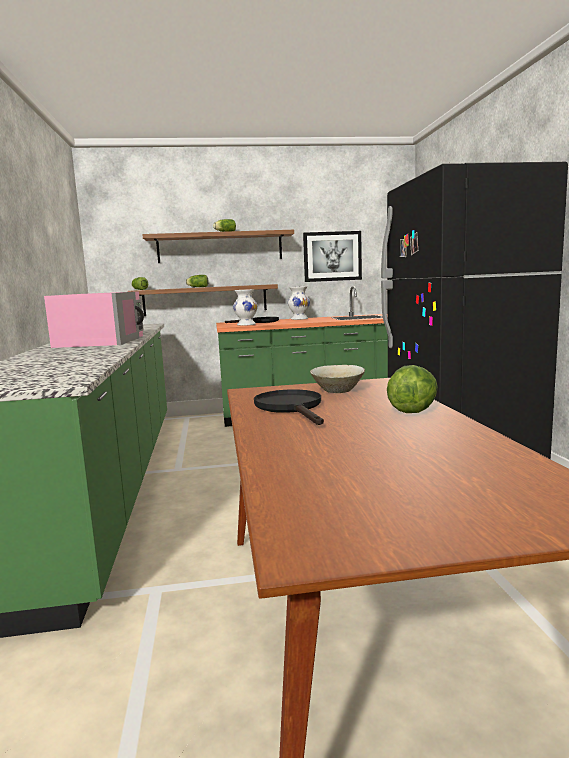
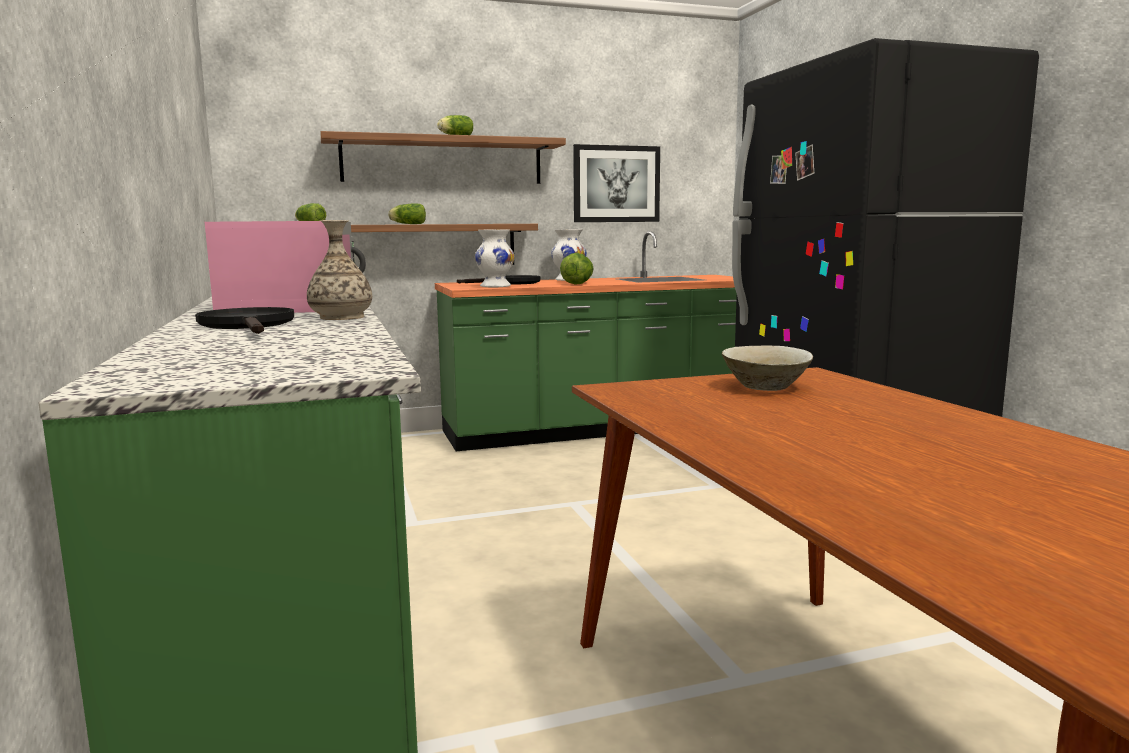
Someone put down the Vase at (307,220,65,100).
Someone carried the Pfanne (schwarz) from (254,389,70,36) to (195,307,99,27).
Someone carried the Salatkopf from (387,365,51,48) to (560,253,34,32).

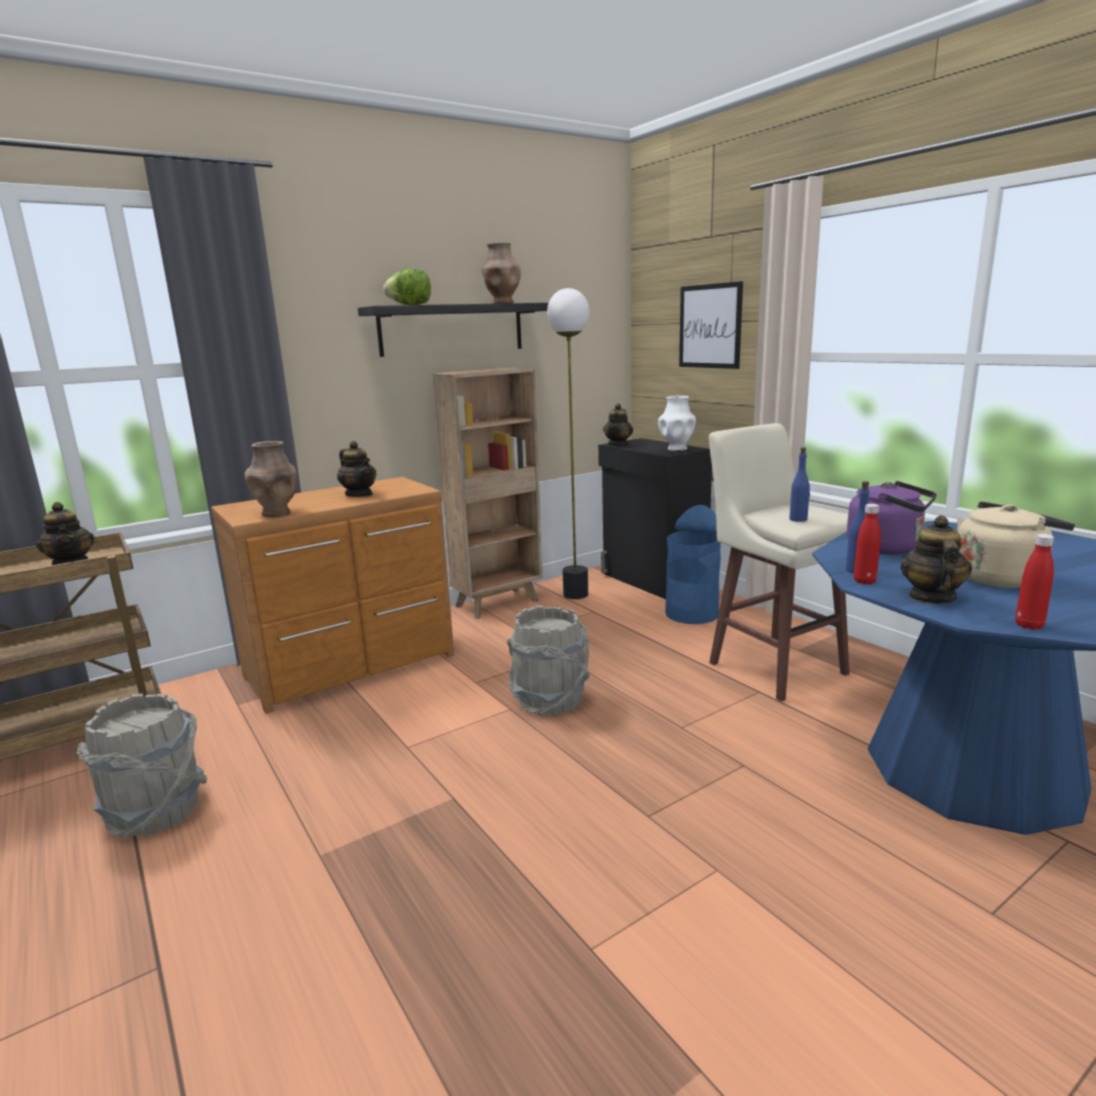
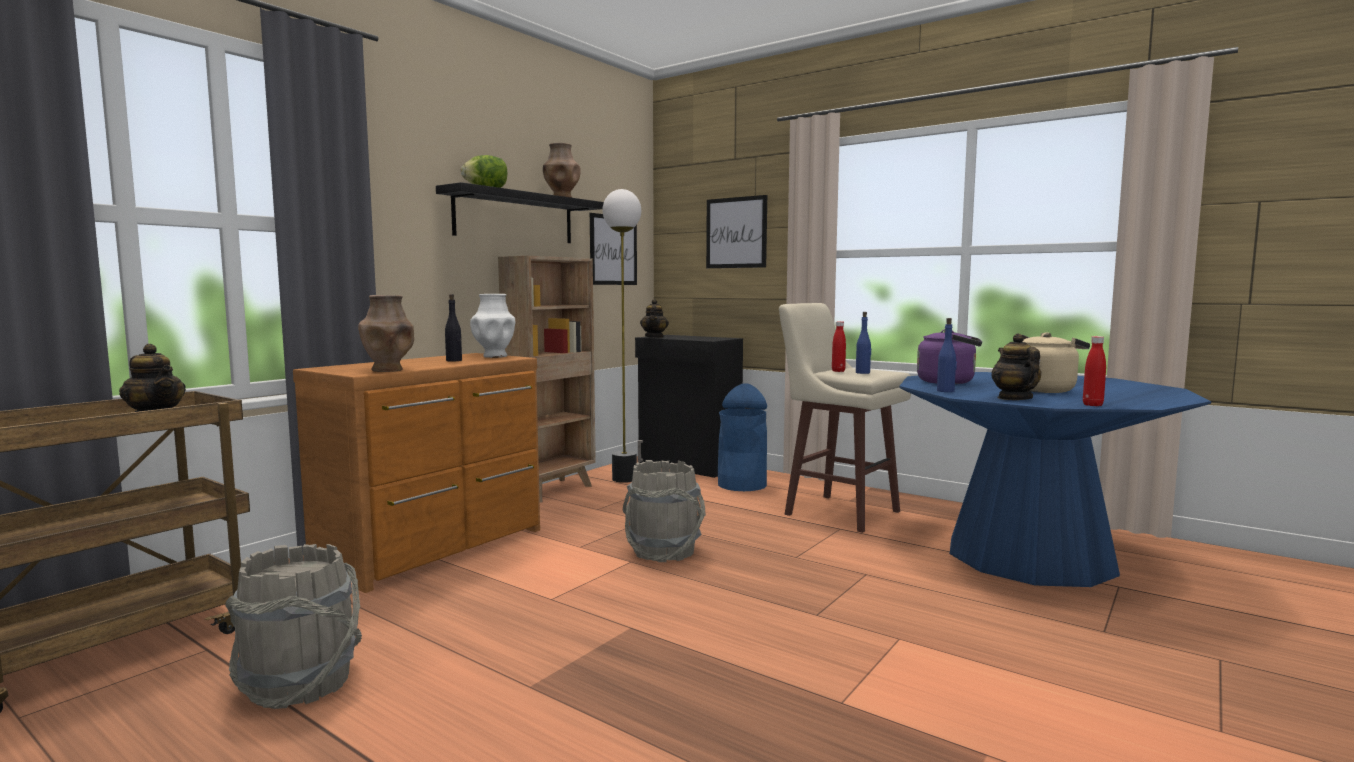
Someone put up the Bild at (590,213,47,72).
Someone carried the Vase (weiß) from (658,396,38,55) to (470,294,45,64).
Someone carried the Flasche (rot) from (854,504,27,81) to (832,321,14,51).
Someone swapped the Teekanne at (337,441,39,56) for the Flasche (schwarz) at (445,294,17,67).

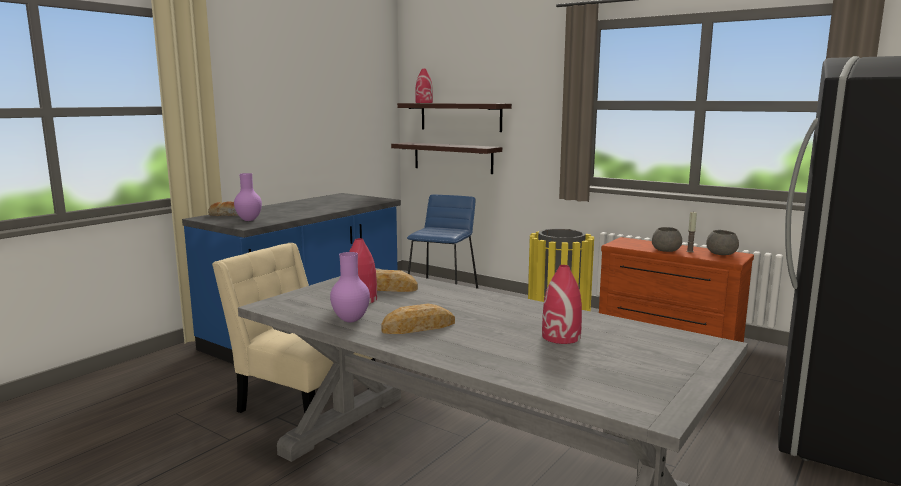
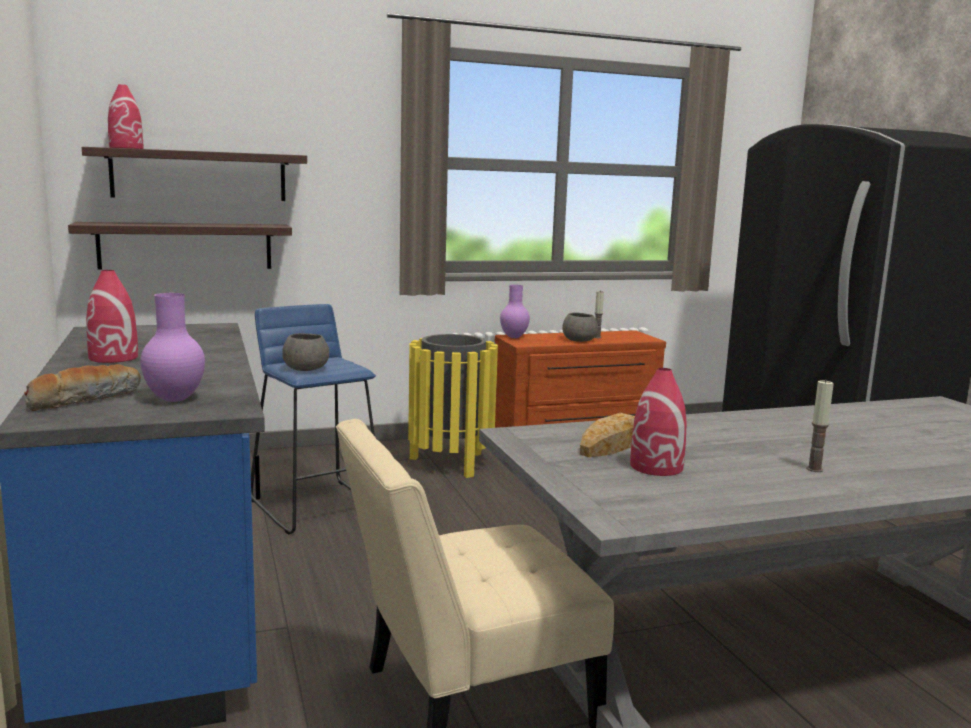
Someone carried the Vase (lila) from (330,252,40,70) to (500,285,30,53).
Someone carried the Vase (rot) from (542,265,40,79) to (86,270,52,93).
Someone carried the Schüssel (grau) from (706,230,33,25) to (282,333,47,38).
Someone swapped the Brot at (381,304,74,30) for the Kerze at (806,379,28,93).

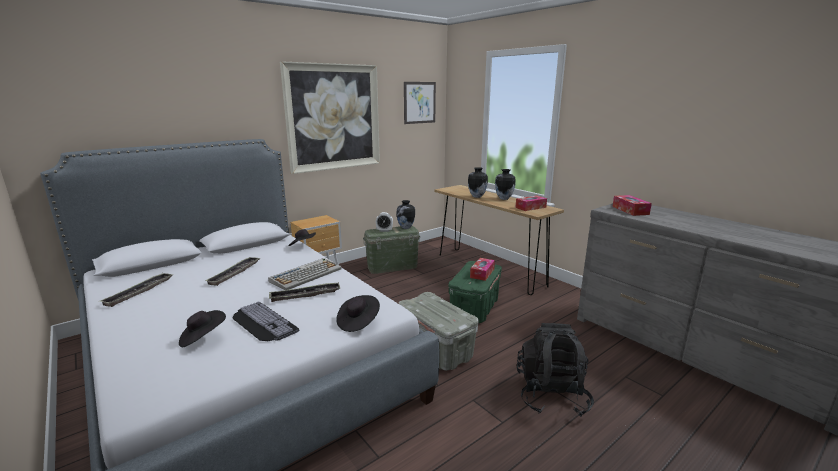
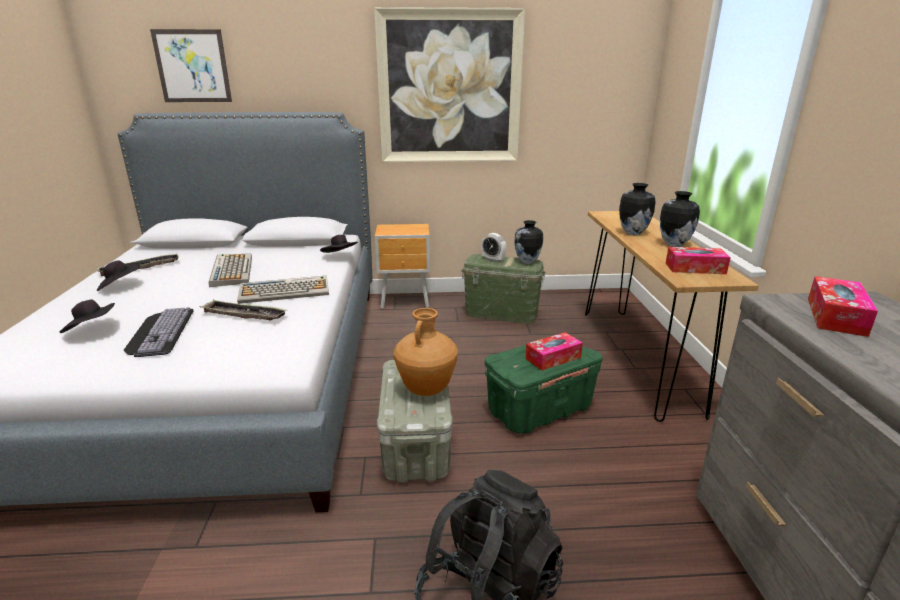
Someone put down the Vase (braun) at (394,308,64,88).
Someone carried the Hut (schwarz) from (336,295,44,37) to (97,260,43,31).
Someone carried the Bild from (404,82,32,42) to (150,29,82,73).
Someone swapped the Tablett at (205,257,55,29) for the Tastatur at (209,254,43,33).

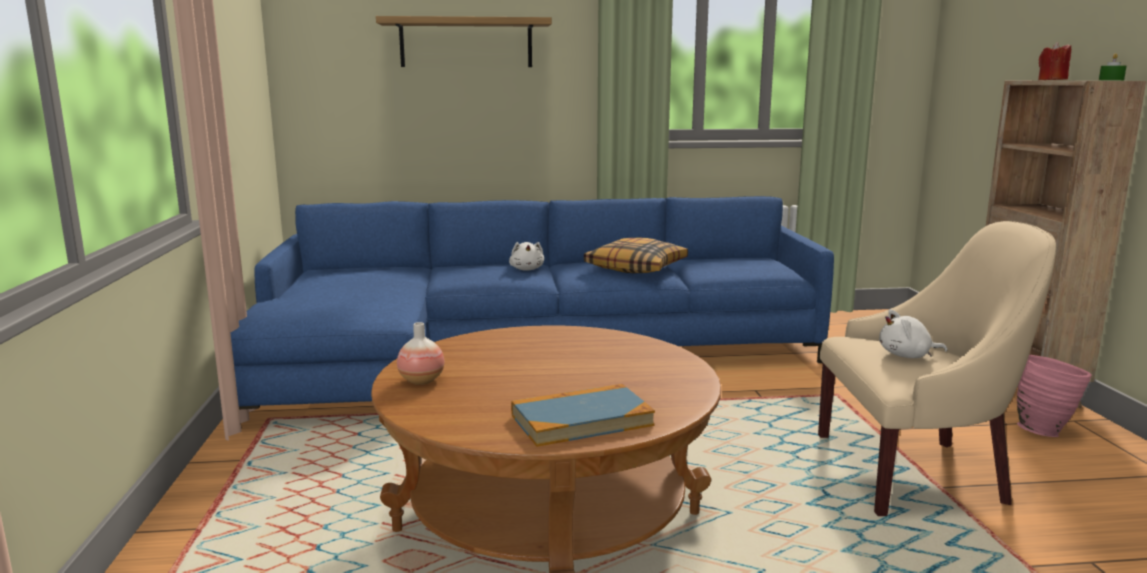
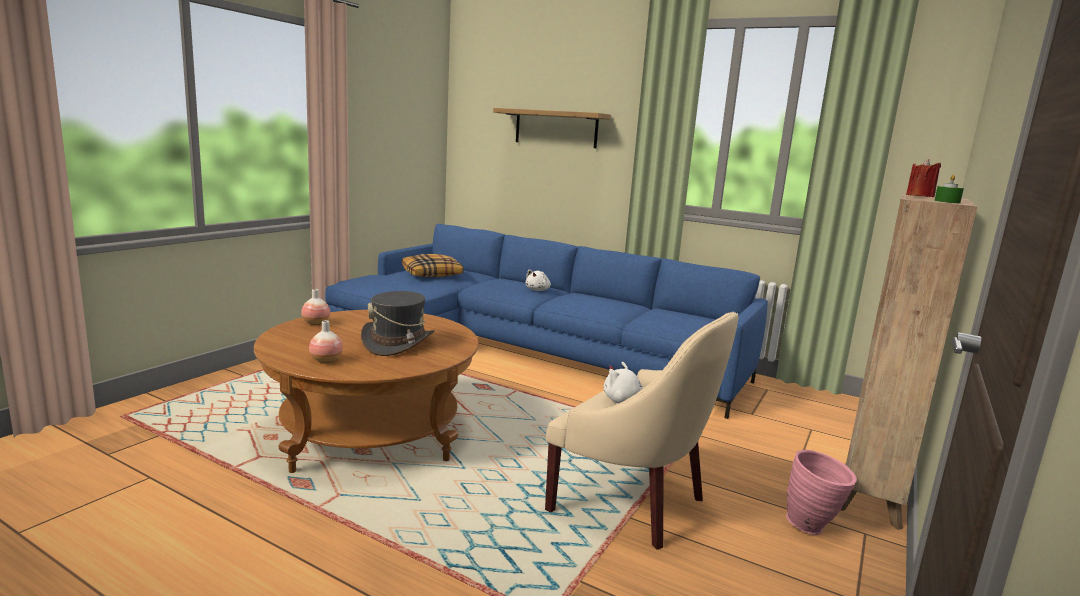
Someone put down the Hut (grau) at (361,291,74,65).
Someone carried the Kissen from (584,238,104,35) to (402,254,62,23).
Someone swapped the Buch at (511,384,144,63) for the Vase at (309,320,34,43).

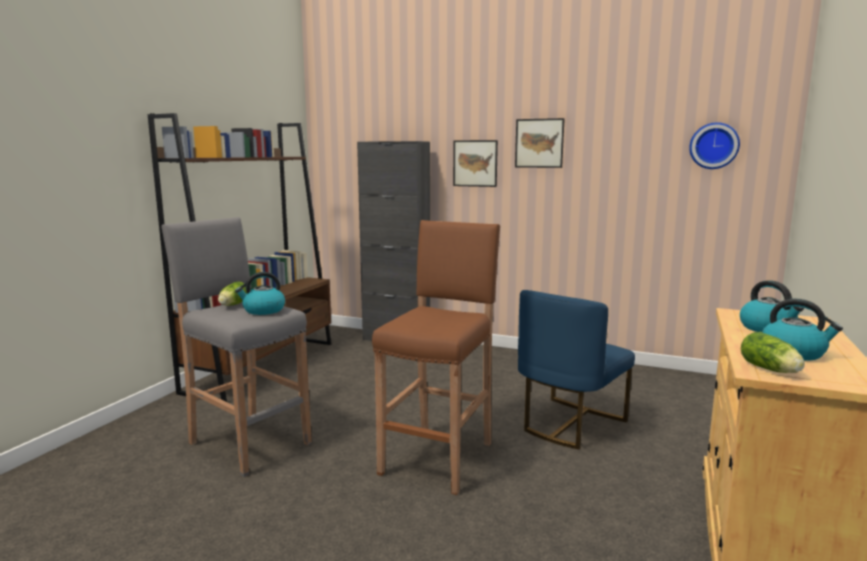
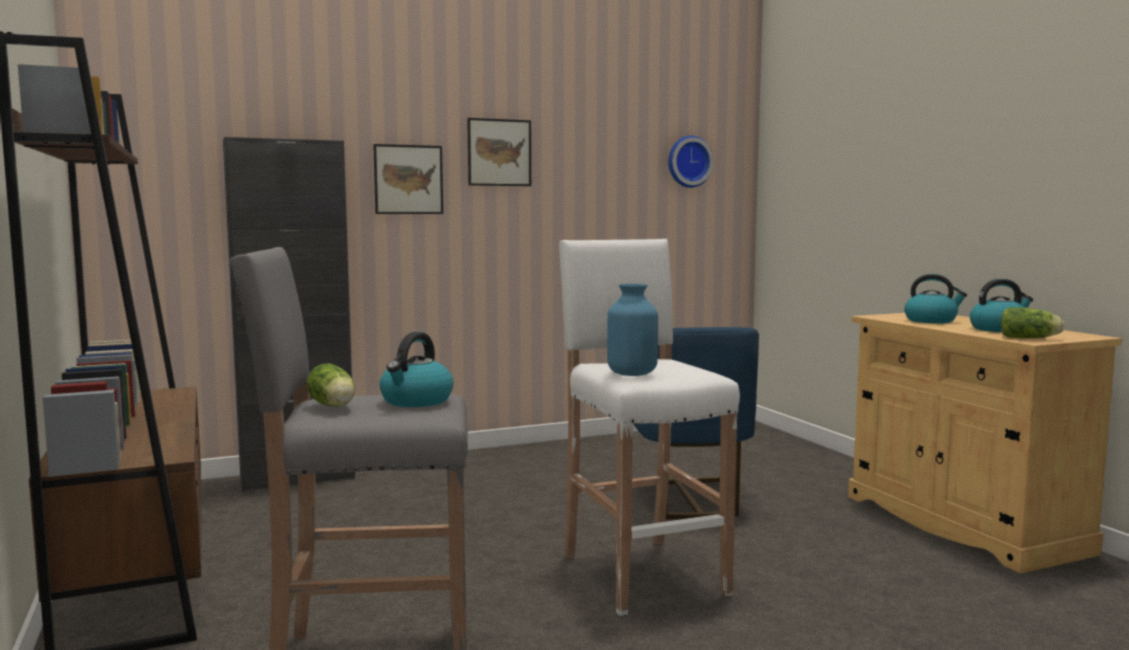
Someone put down the Vase (blau) at (607,284,51,92).
Someone repainted the Hocker (braun) at (372,220,128,275), which became the Hocker (weiß) at (559,239,181,377).

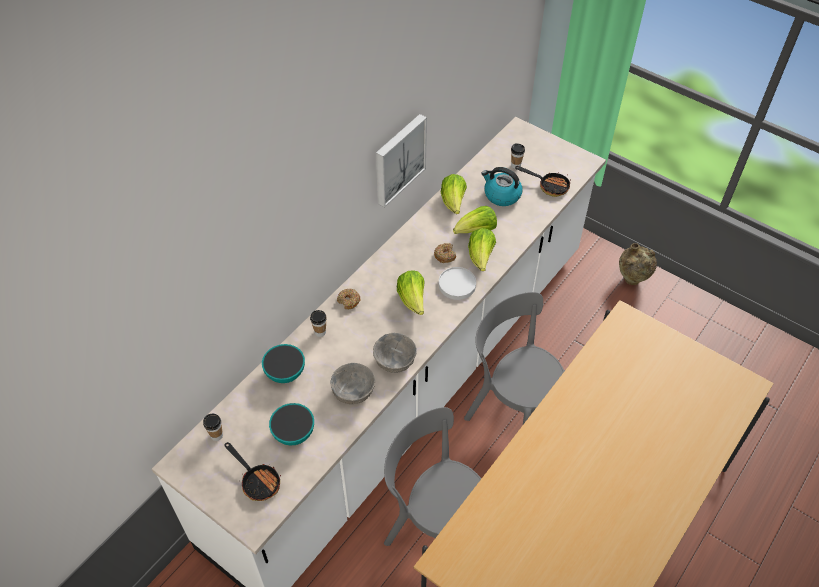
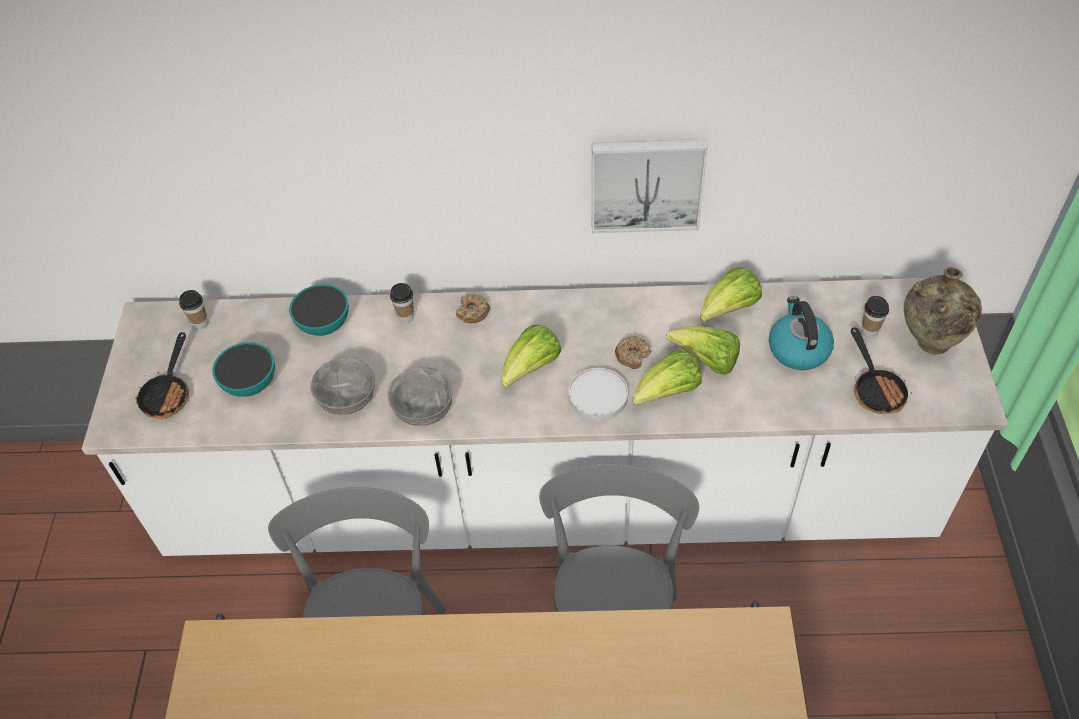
Someone carried the Vase (beige) from (619,243,38,42) to (904,268,78,87).

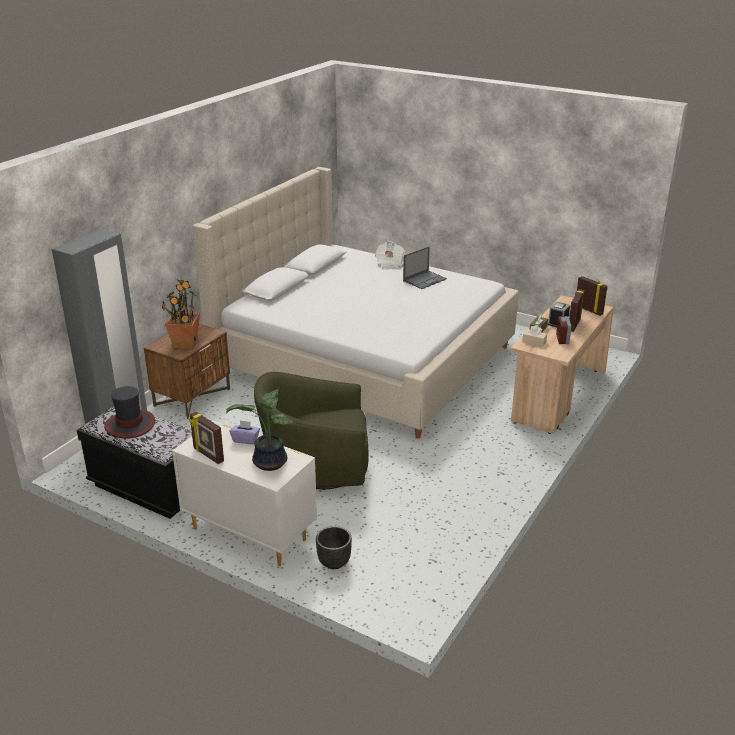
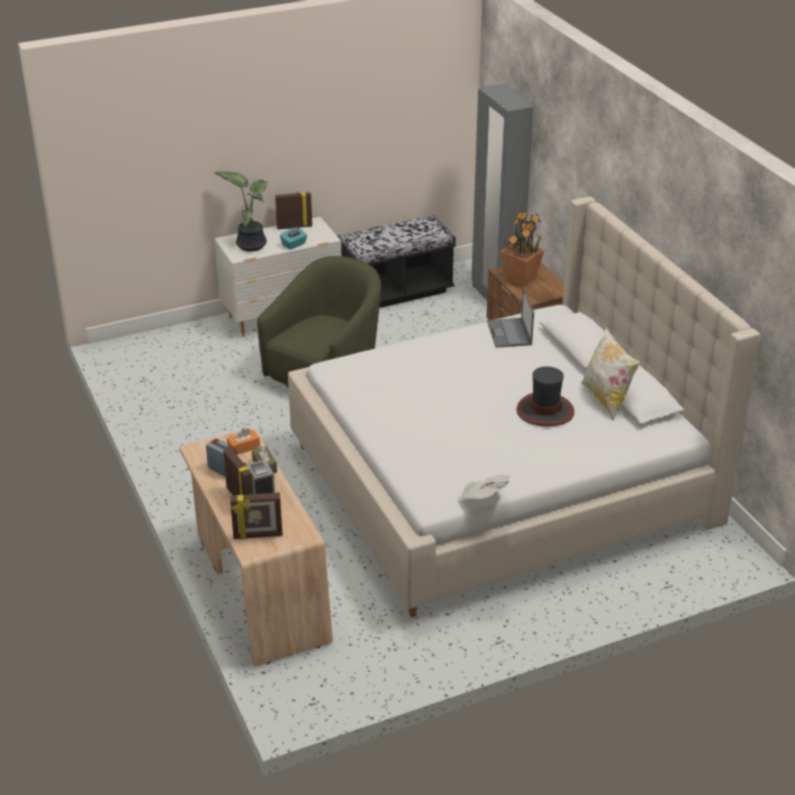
Someone took away the Pflanzkübel (schwarz) at (316,526,36,43).
Someone put down the Kissen at (581,327,59,93).
Someone carried the Hut from (104,386,51,53) to (517,366,57,60).
Someone carried the Zeitung from (375,241,30,29) to (458,475,53,24).
Someone carried the Laptop from (403,246,44,43) to (487,287,47,61).
Someone repainted the Taschentuchbox (lila) at (230,420,30,24), which became the Taschentuchbox (türkis) at (280,227,27,23).
Someone repainted the Taschentuchbox (beige) at (522,325,25,22), which became the Taschentuchbox (orange) at (227,428,33,27).

